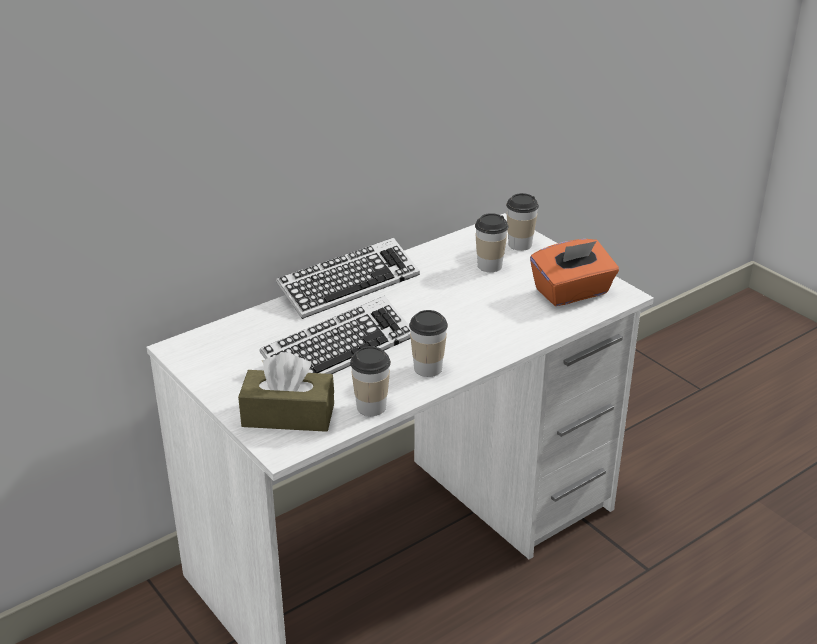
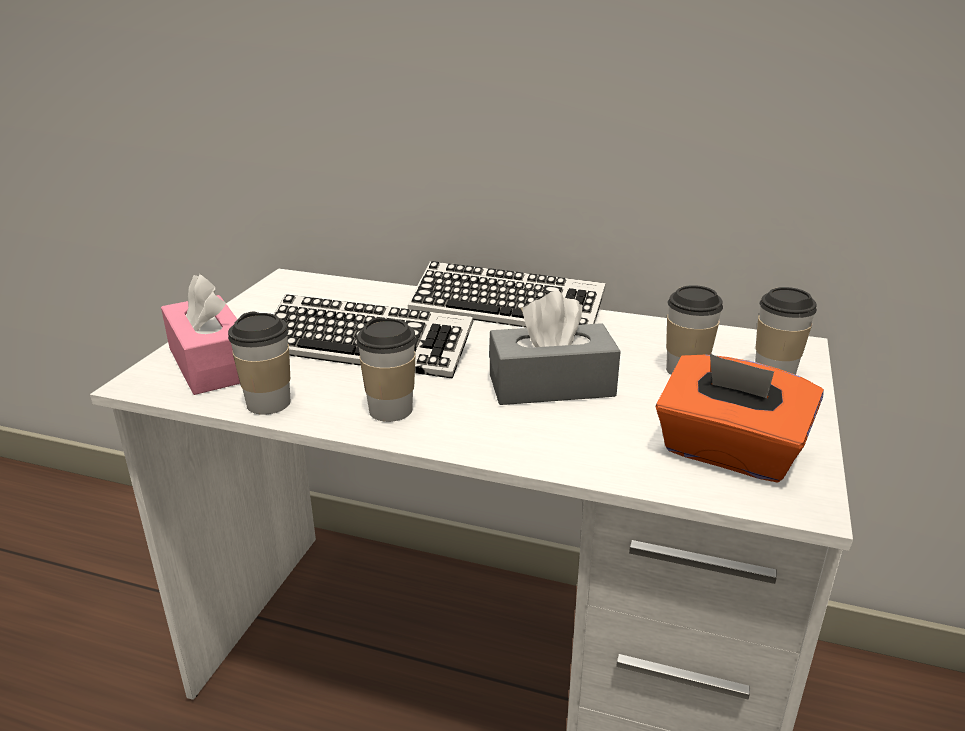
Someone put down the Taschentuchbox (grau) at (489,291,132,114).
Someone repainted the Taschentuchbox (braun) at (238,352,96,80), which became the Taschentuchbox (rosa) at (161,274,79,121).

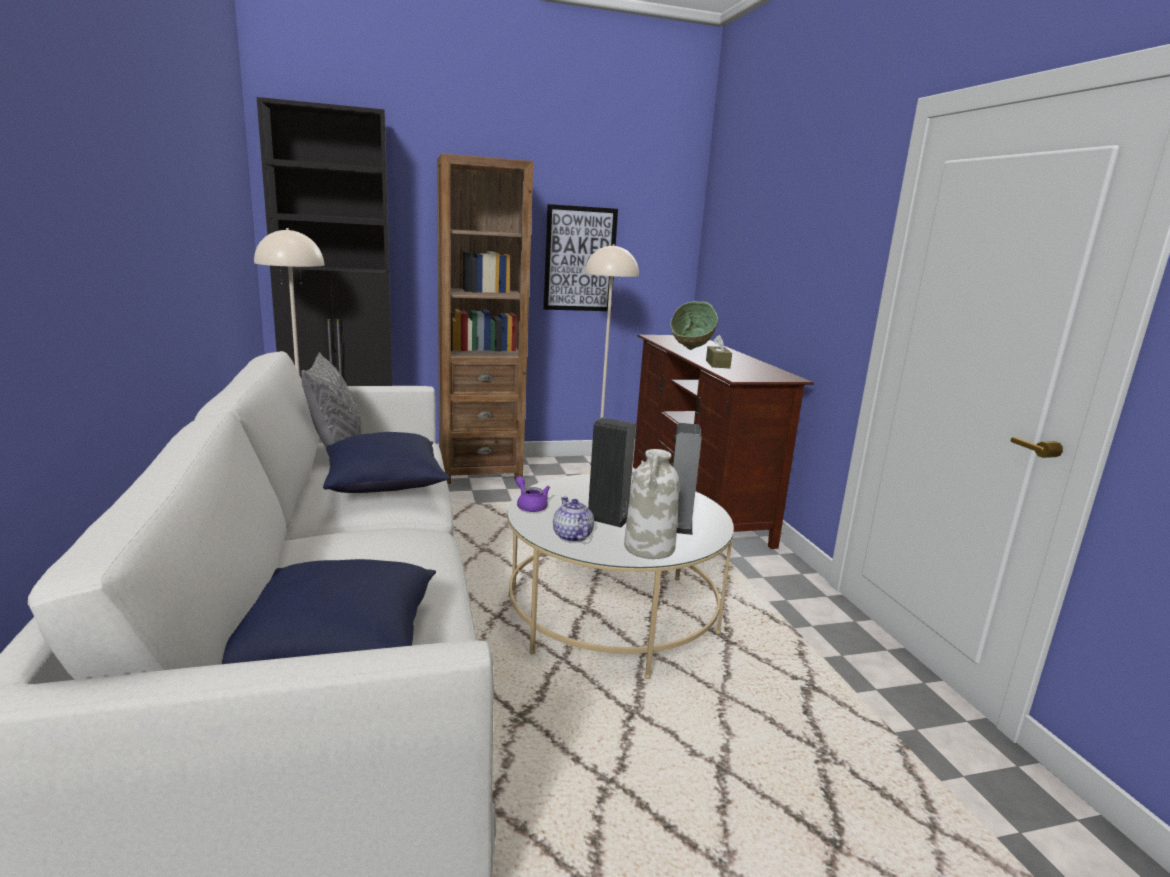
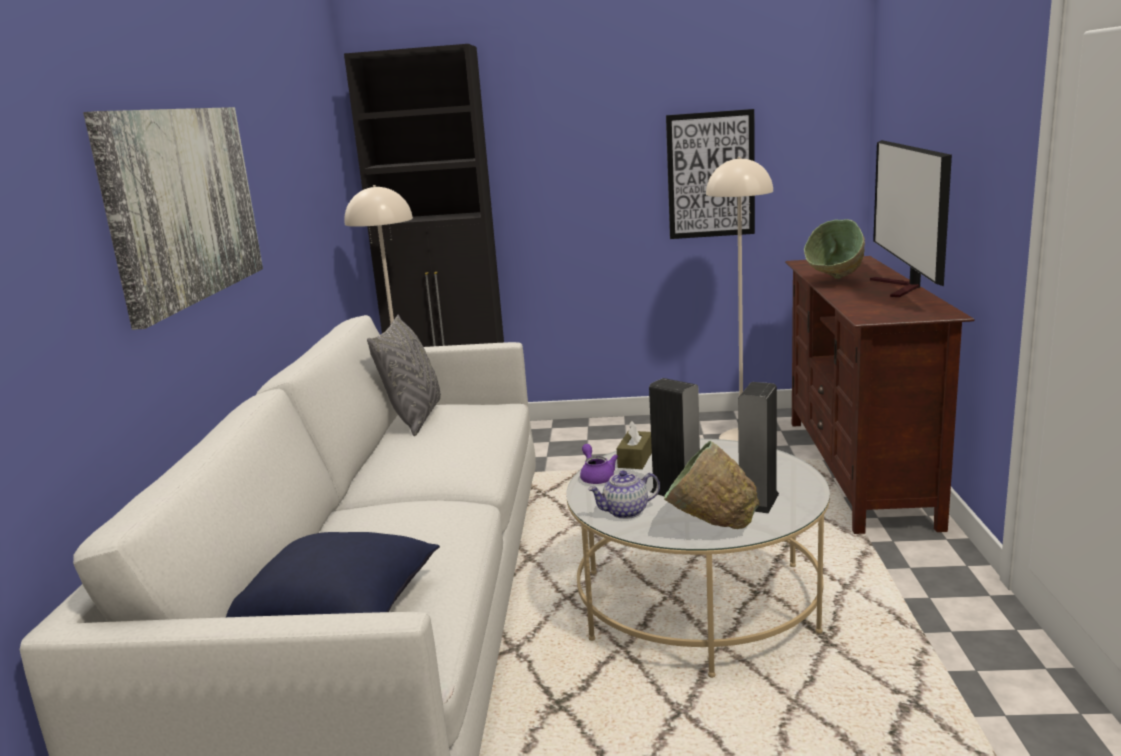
Someone took away the Kissen (blau) at (323,432,127,61).
Someone took away the Bücherregal (braun) at (437,153,96,331).
Someone put up the Bild at (83,107,180,223).
Someone put down the Fernseher at (870,140,82,157).
Someone carried the Taschentuchbox (braun) from (706,335,26,33) to (617,421,35,48).
Someone swapped the Vase (weiß) at (624,449,55,110) for the Schüssel (grün) at (664,441,96,88).
Someone rotated the Teekanne at (553,497,41,45) by 105 degrees counterclockwise.

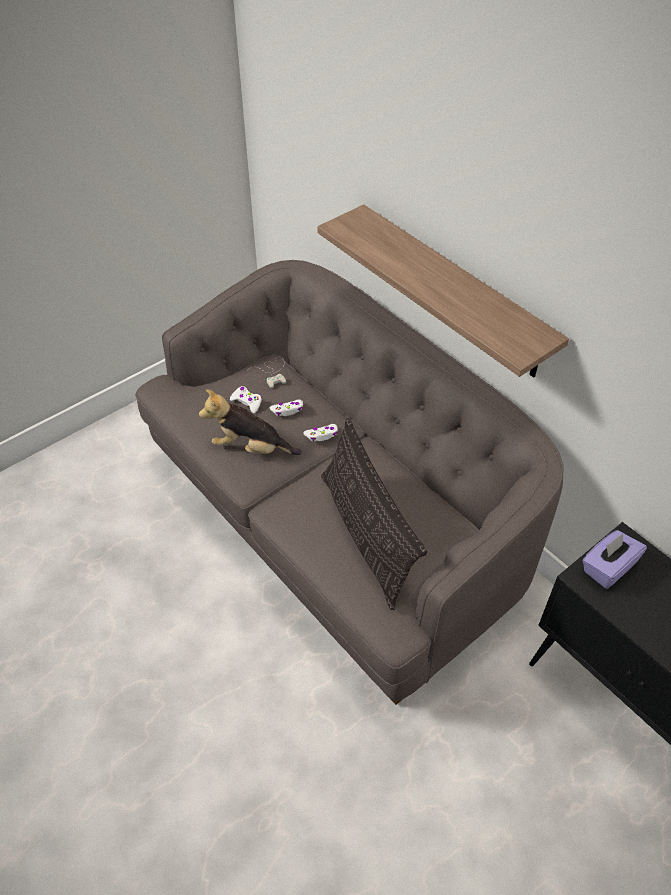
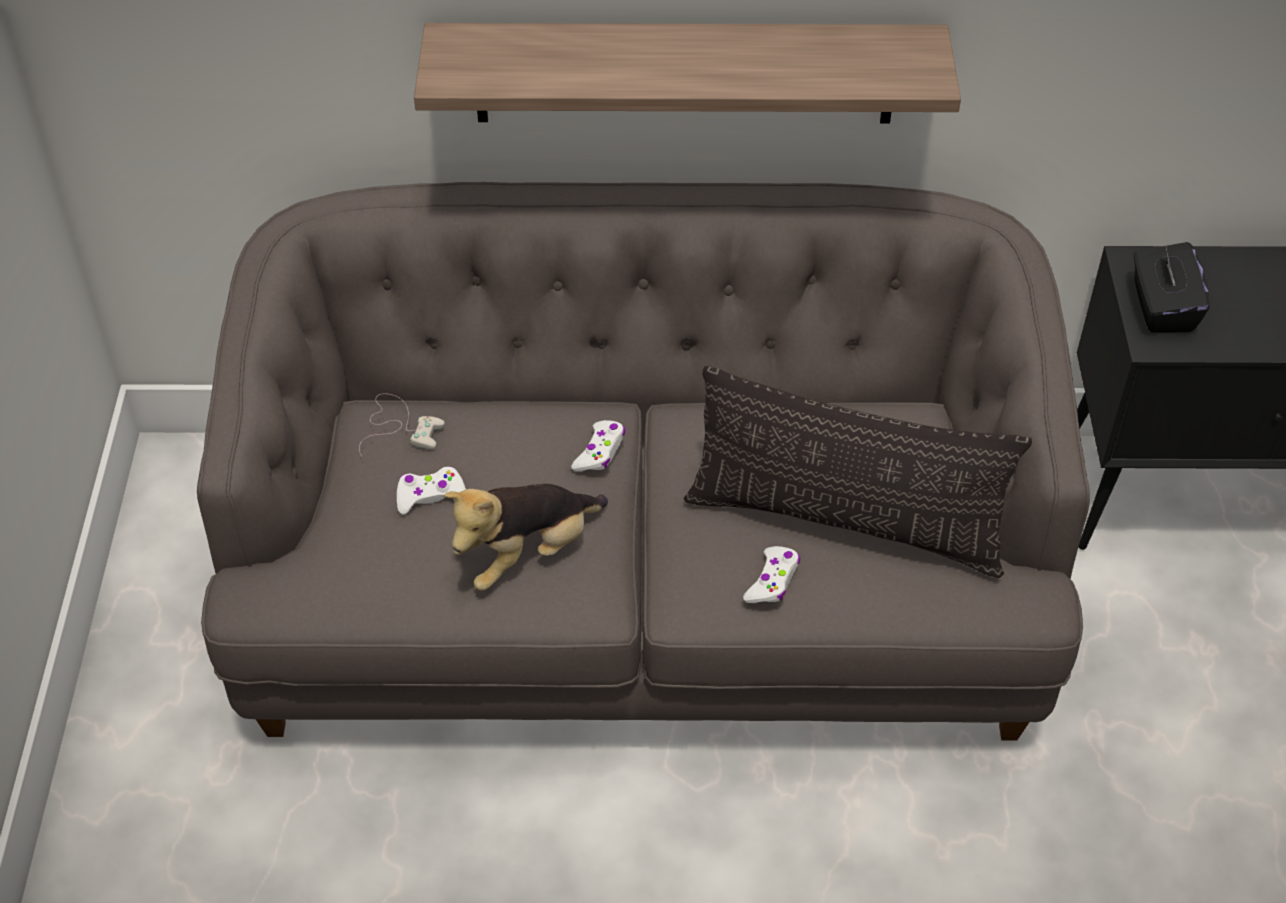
Someone carried the Gamepad (weiß) from (270,400,33,16) to (743,546,57,57).
Someone repainted the Taschentuchbox (lila) at (582,530,65,59), which became the Taschentuchbox (schwarz) at (1134,242,75,91).

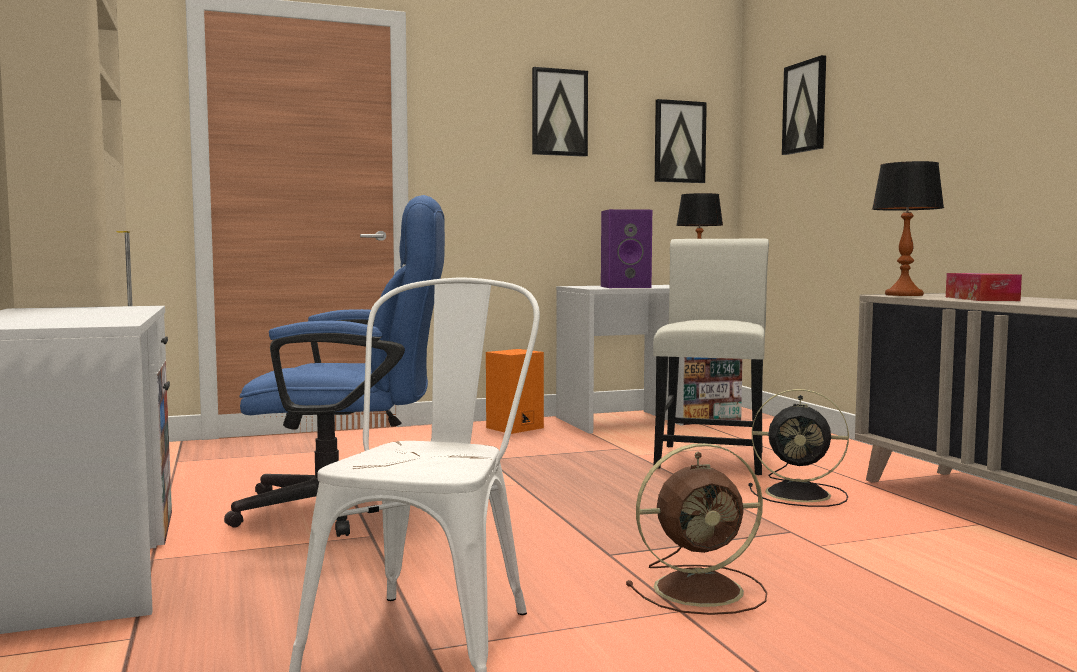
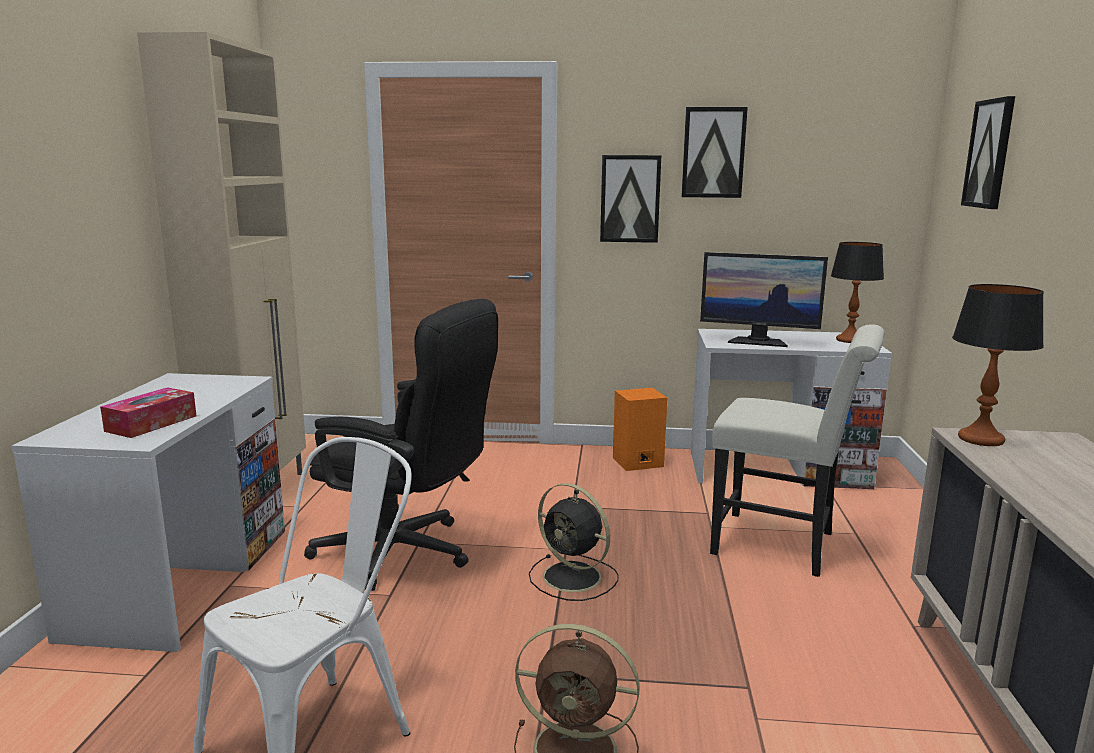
Someone carried the Bild from (655,99,52,84) to (600,155,61,88).
Someone carried the Ventilator (schwarz) from (748,389,101,118) to (529,483,90,118).
Someone carried the Taschentuchbox from (946,273,76,28) to (100,387,97,51).
Someone swapped the Lautsprecher (lila) at (601,209,51,79) for the Monitor at (700,252,128,95).
Someone repainted the Bürostuhl (blau) at (224,195,221,342), which became the Bürostuhl (schwarz) at (304,299,194,292).
Someone rotated the Stuhl (weiß) at (653,238,116,237) by 75 degrees clockwise.

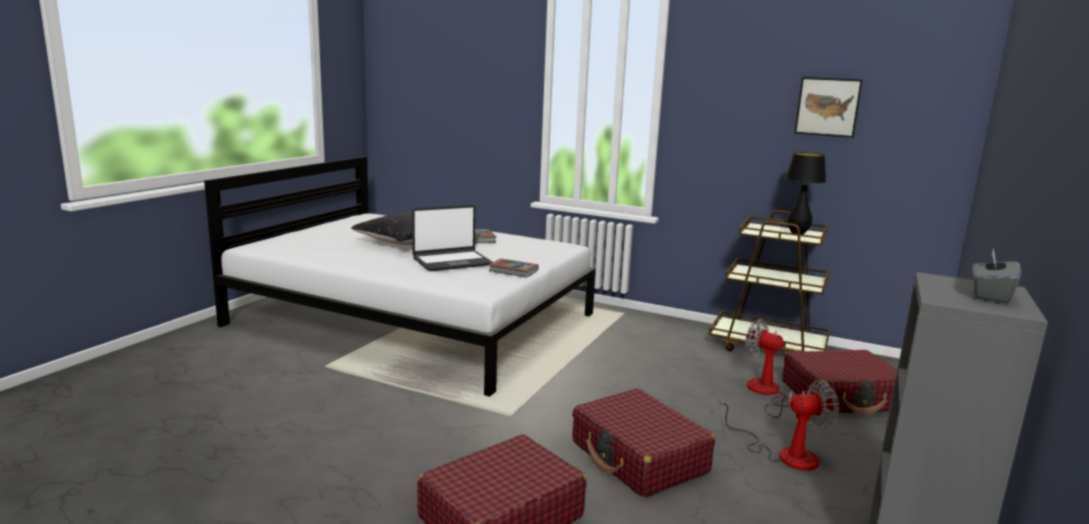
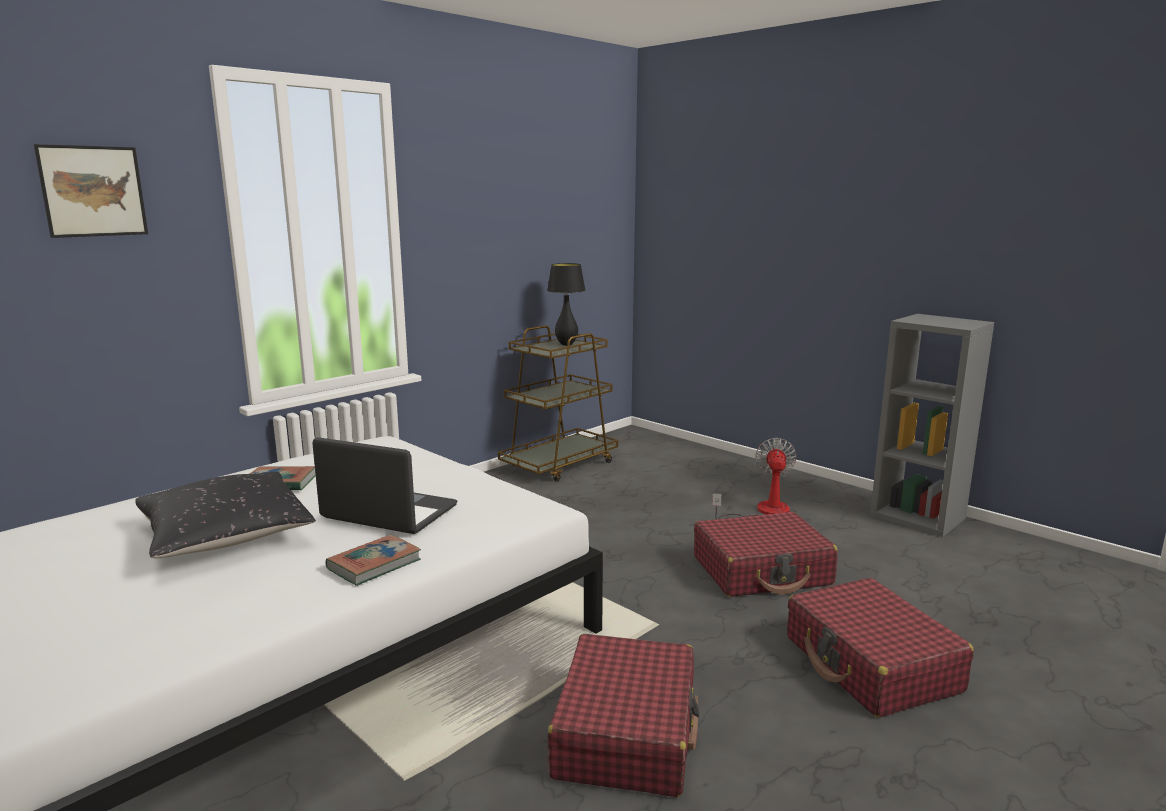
Someone took away the Ventilator at (745,319,48,99).
Someone took away the Taschentuchbox (grau) at (972,248,49,56).
Someone carried the Buch from (489,259,49,19) to (325,535,96,51).
Someone carried the Koffer (rot) from (782,350,115,65) to (548,634,152,163).
Someone carried the Bild from (794,77,69,61) to (34,144,114,94).
Someone rotated the Laptop at (412,205,81,66) by 60 degrees counterclockwise.

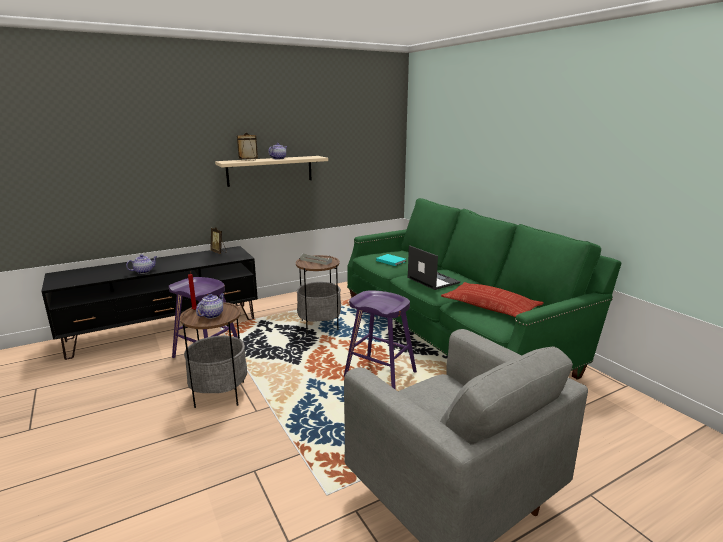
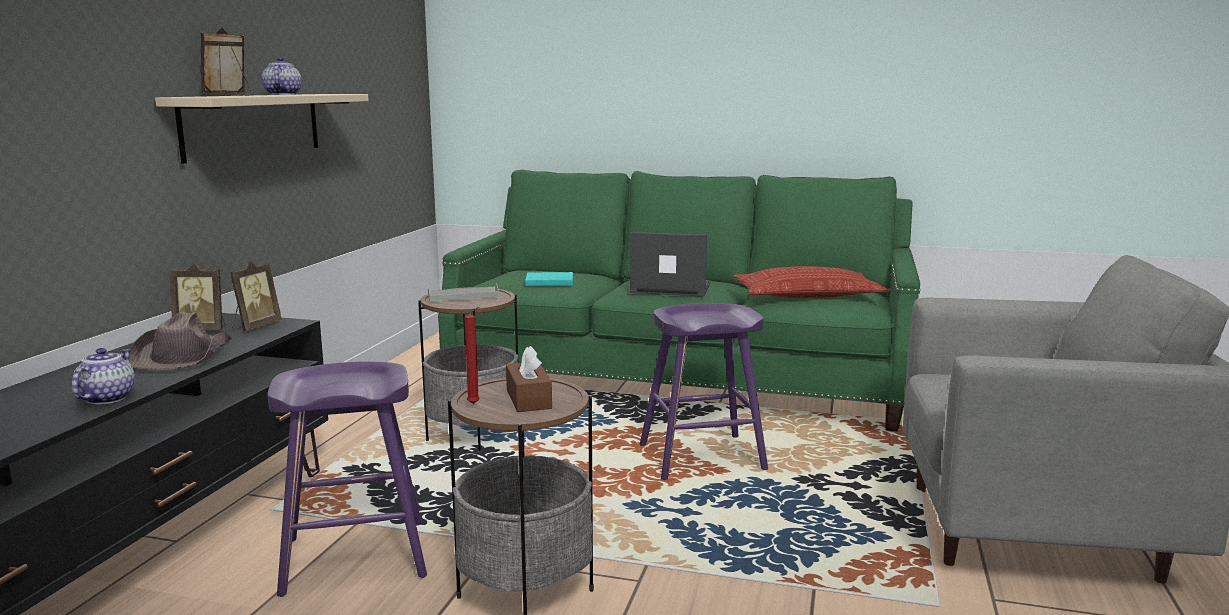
Someone put down the Hut (braun) at (129,312,103,58).
Someone put down the Bilderrahmen at (230,261,51,70).
Someone swapped the Teekanne at (196,293,28,25) for the Taschentuchbox (braun) at (506,346,46,66).

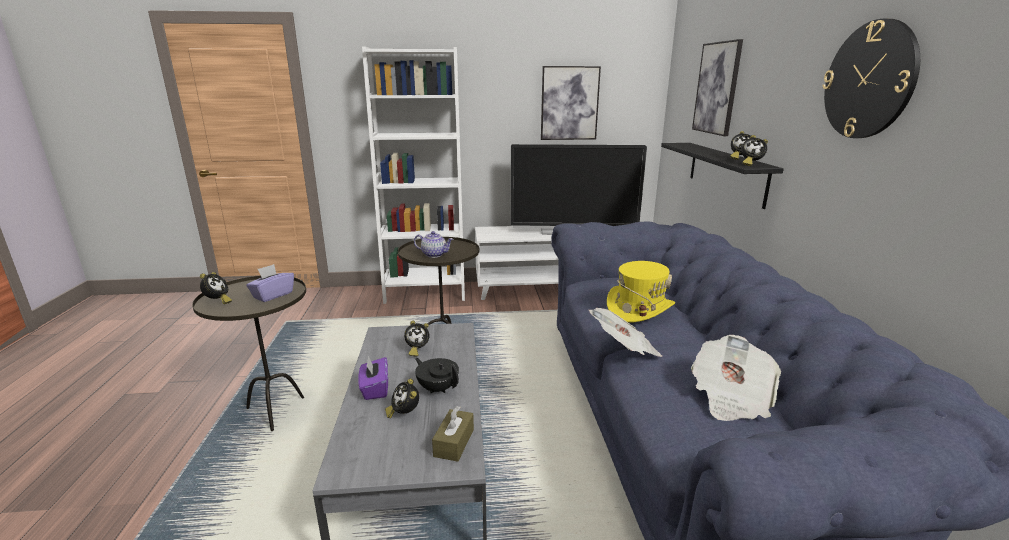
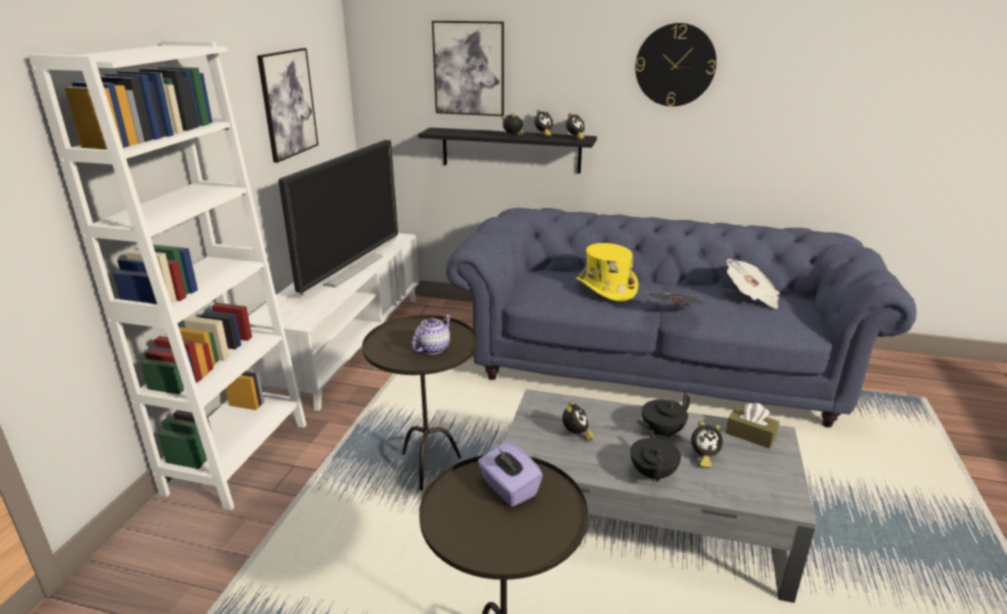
Someone carried the Wecker from (200,272,32,32) to (502,113,22,22).
Someone swapped the Taschentuchbox (lila) at (358,356,30,44) for the Teekanne (schwarz) at (630,430,51,52).

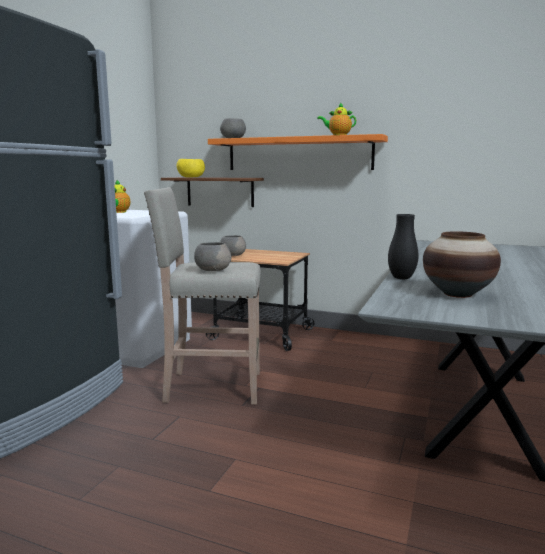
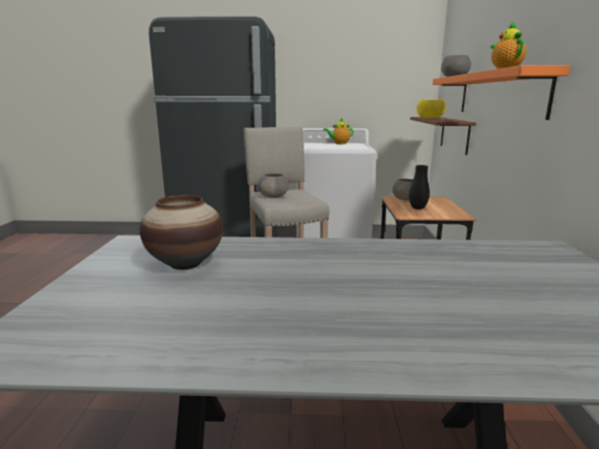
Someone carried the Vase (schwarz) from (388,214,31,65) to (409,165,21,45).

